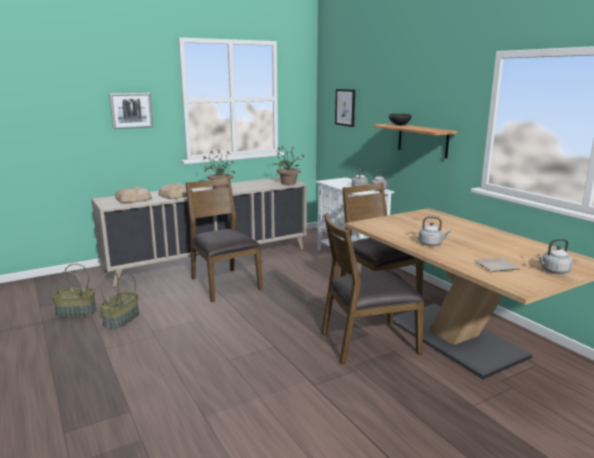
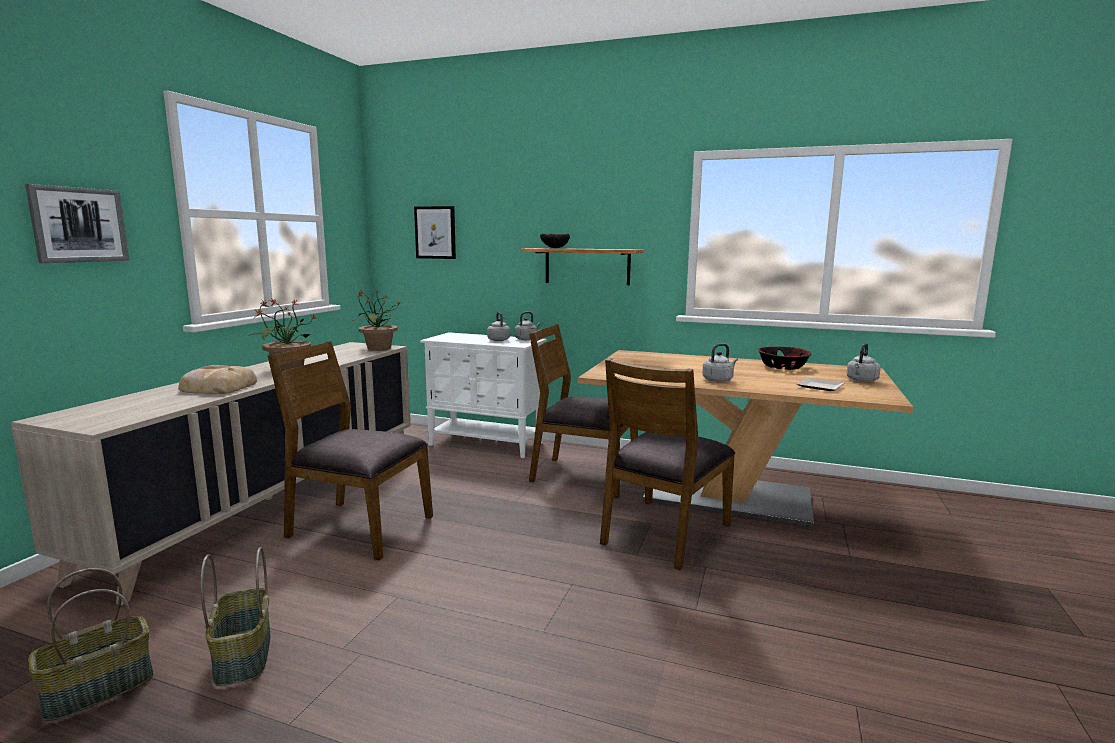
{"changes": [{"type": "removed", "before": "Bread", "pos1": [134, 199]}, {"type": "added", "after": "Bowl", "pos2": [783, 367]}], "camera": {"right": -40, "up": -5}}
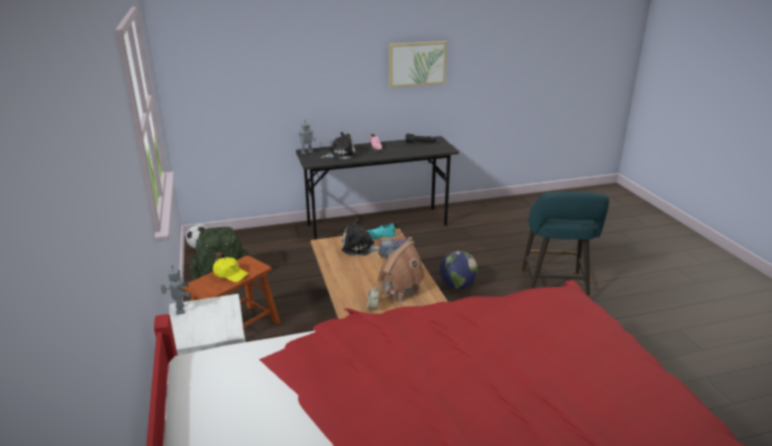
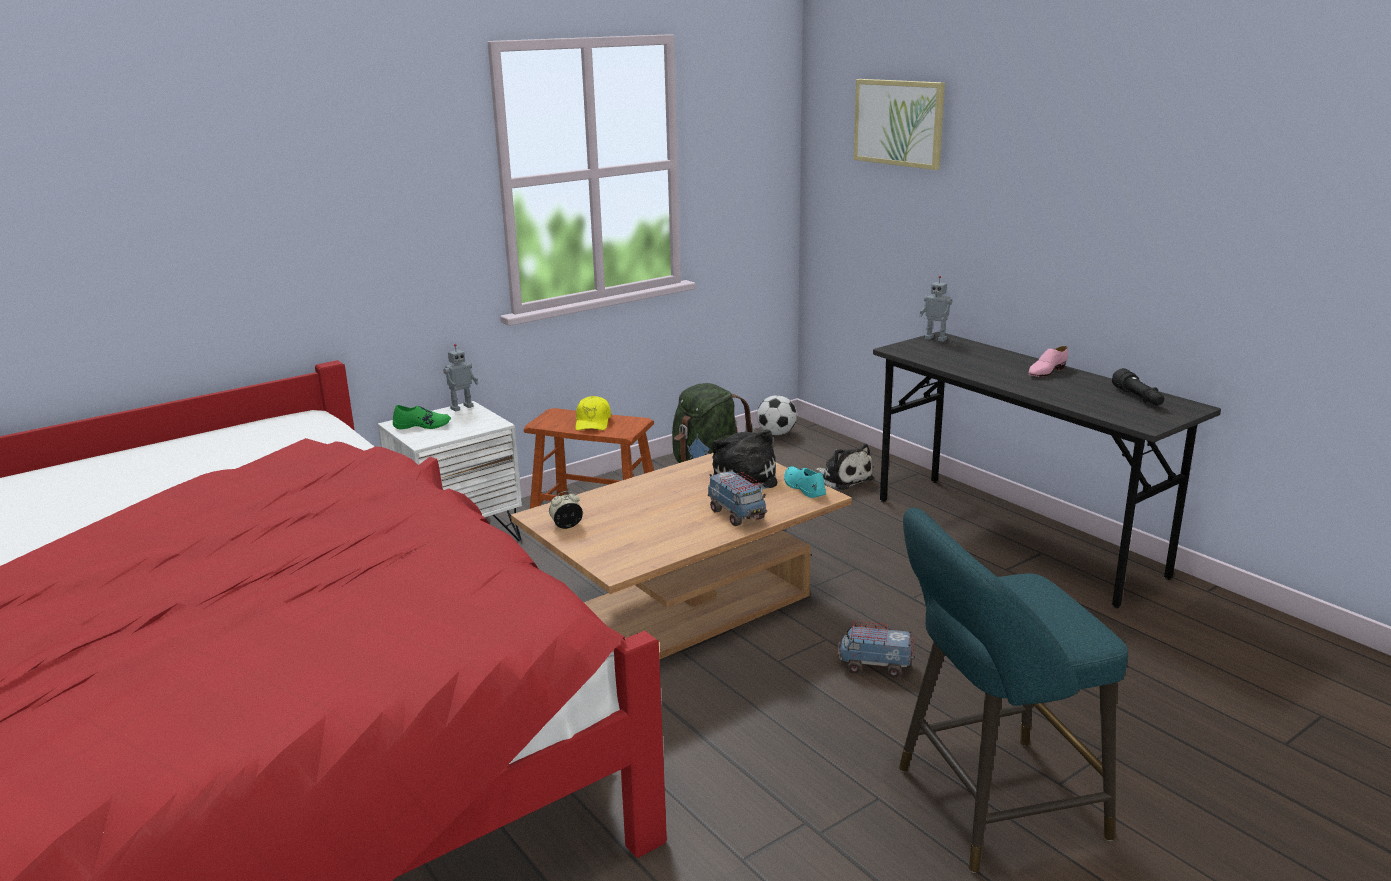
{"changes": [{"type": "moved", "before": "Picture", "pos1": [417, 64], "pos2": [899, 122]}, {"type": "moved", "before": "PlushToy", "pos1": [340, 154], "pos2": [843, 478]}, {"type": "removed", "before": "ToyHouse", "pos1": [399, 290]}, {"type": "replaced", "before": "Globe", "after": "ToyTruck", "pos1": [457, 286], "pos2": [874, 666]}, {"type": "added", "after": "GreenShoe", "pos2": [422, 425]}], "camera": {"right": 70, "up": -5}}
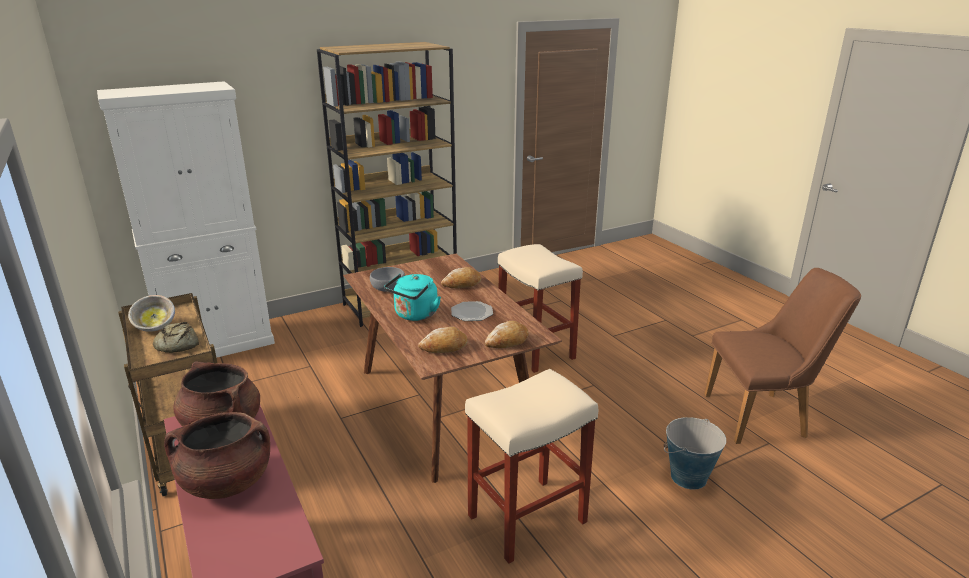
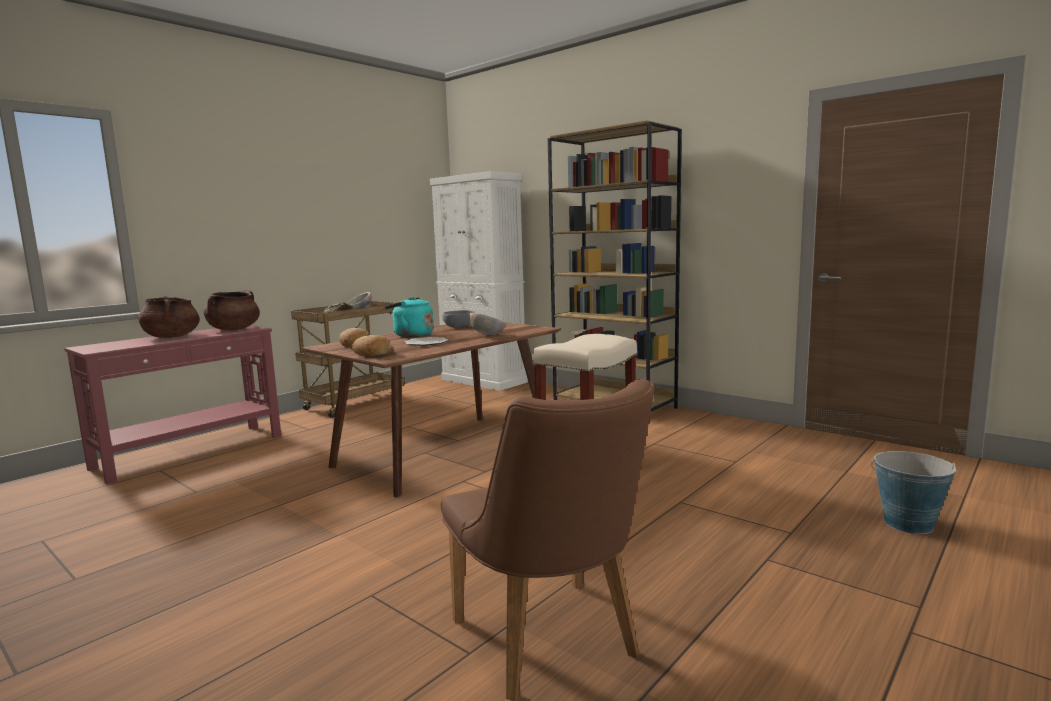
{"changes": [{"type": "replaced", "before": "Bread", "after": "Bowl", "pos1": [462, 284], "pos2": [487, 335]}, {"type": "removed", "before": "BeigeStool", "pos1": [526, 520]}, {"type": "moved", "before": "Bucket", "pos1": [688, 477], "pos2": [907, 523]}], "camera": {"right": 70, "up": -15}}
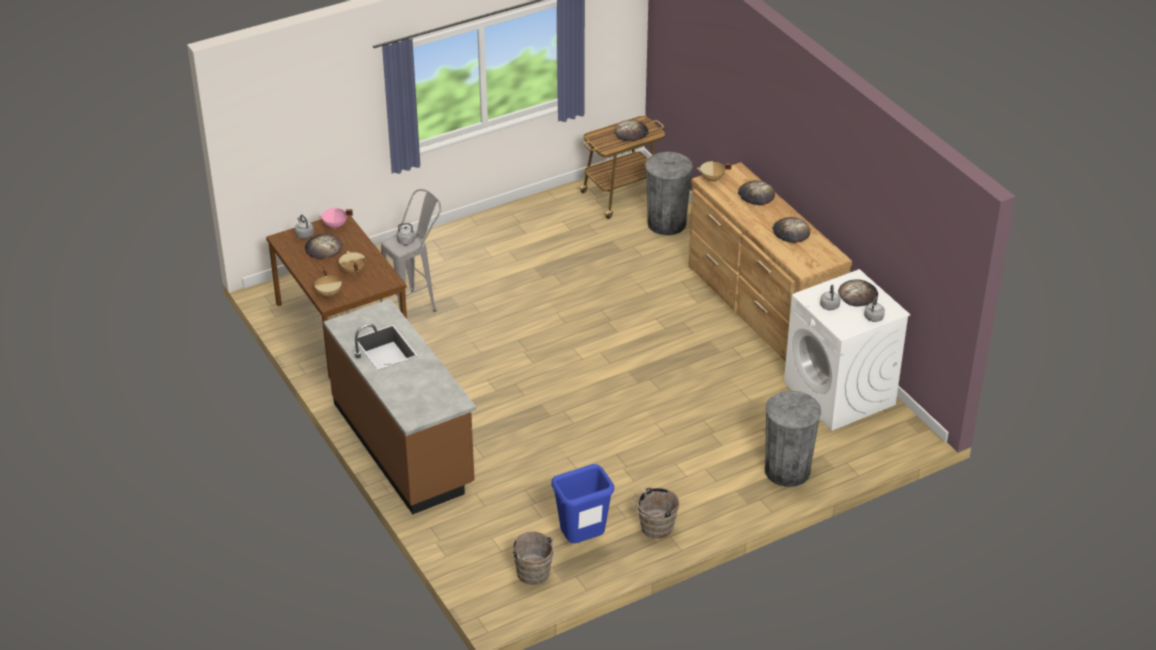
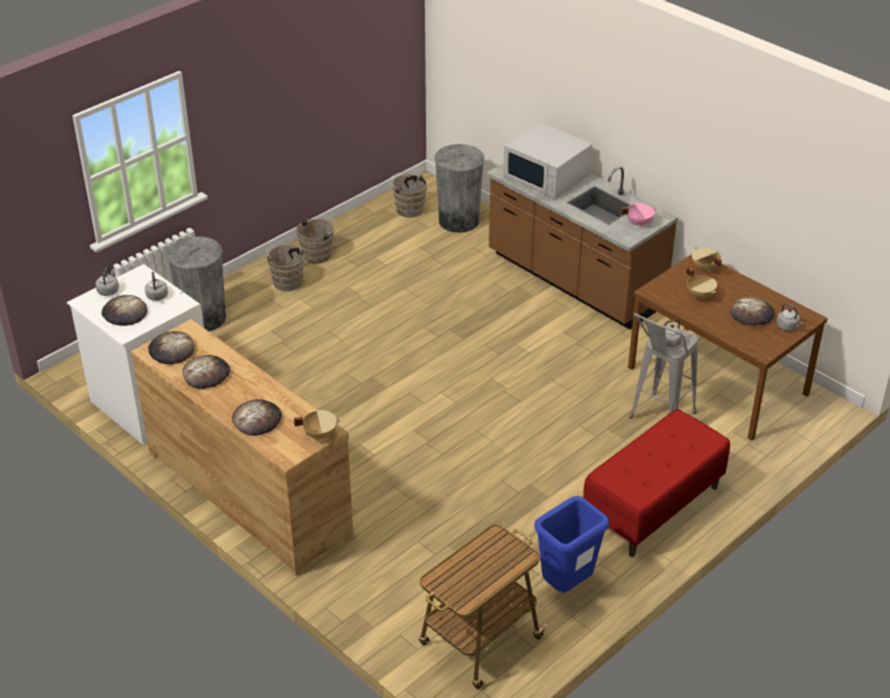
{"changes": [{"type": "moved", "before": "Bread", "pos1": [631, 133], "pos2": [172, 350]}, {"type": "moved", "before": "GreyTrashCan", "pos1": [666, 223], "pos2": [459, 221]}, {"type": "moved", "before": "PinkCookingPot", "pos1": [335, 226], "pos2": [638, 223]}, {"type": "moved", "before": "BlueTrashCan", "pos1": [582, 541], "pos2": [567, 586]}, {"type": "added", "after": "WhiteMicrowave", "pos2": [547, 176]}, {"type": "added", "after": "BrownBucket", "pos2": [287, 281]}, {"type": "added", "after": "RedBench", "pos2": [653, 507]}], "camera": {"right": 165, "up": 0}}
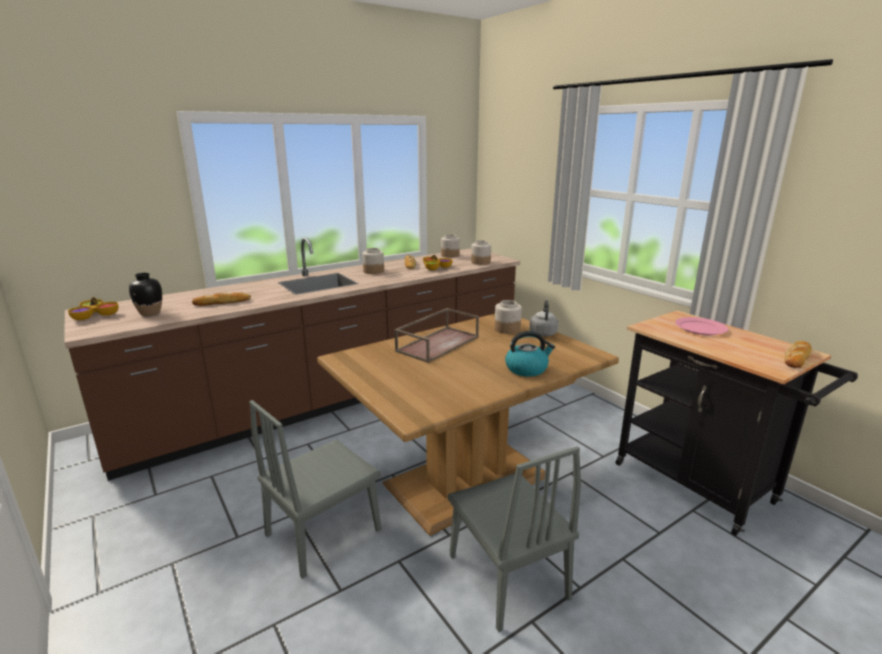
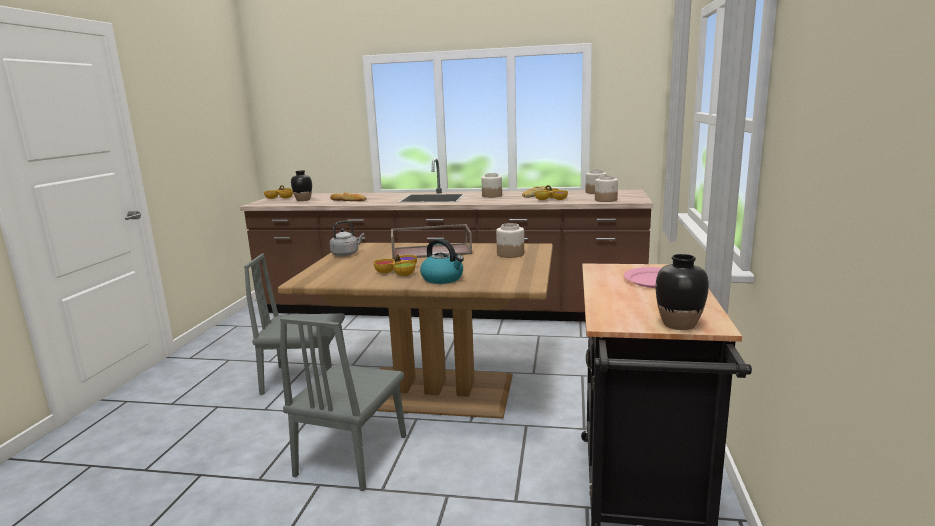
{"changes": [{"type": "moved", "before": "GreyKettle", "pos1": [543, 333], "pos2": [346, 254]}, {"type": "replaced", "before": "Bread", "after": "BlackVase", "pos1": [797, 357], "pos2": [678, 324]}, {"type": "added", "after": "Bowl", "pos2": [399, 271]}], "camera": {"right": 45, "up": -5}}
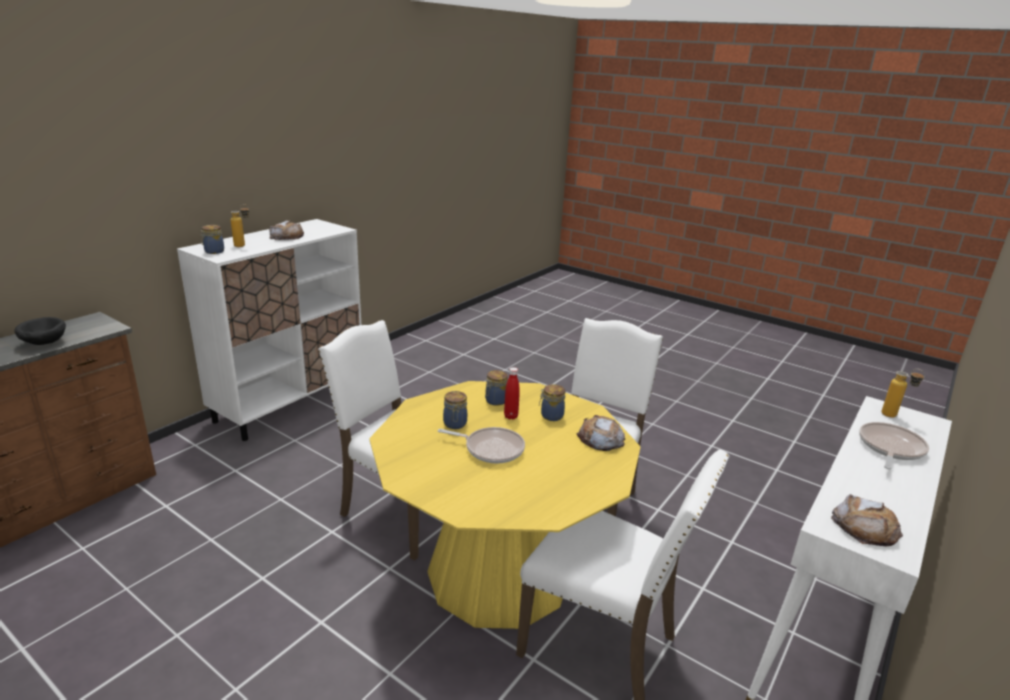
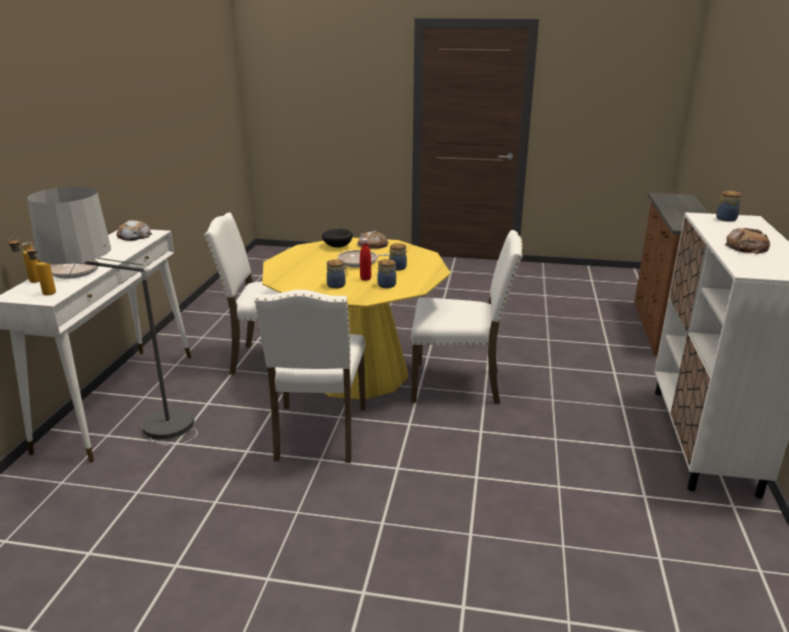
{"changes": [{"type": "moved", "before": "Bottle", "pos1": [243, 246], "pos2": [30, 281]}, {"type": "moved", "before": "BlackBowl", "pos1": [44, 343], "pos2": [337, 246]}, {"type": "moved", "before": "Bread", "pos1": [600, 439], "pos2": [373, 245]}, {"type": "added", "after": "FloorLamp", "pos2": [149, 451]}], "camera": {"right": 155, "up": 0}}
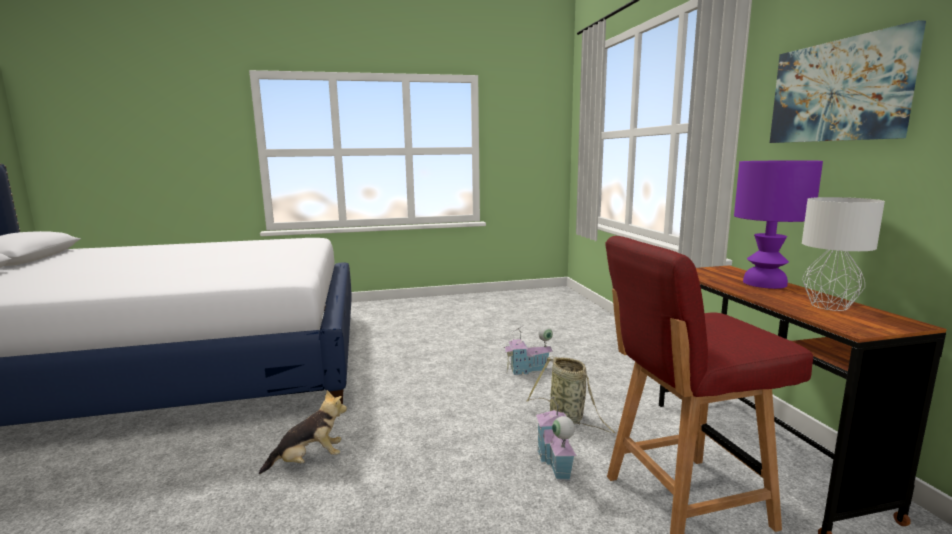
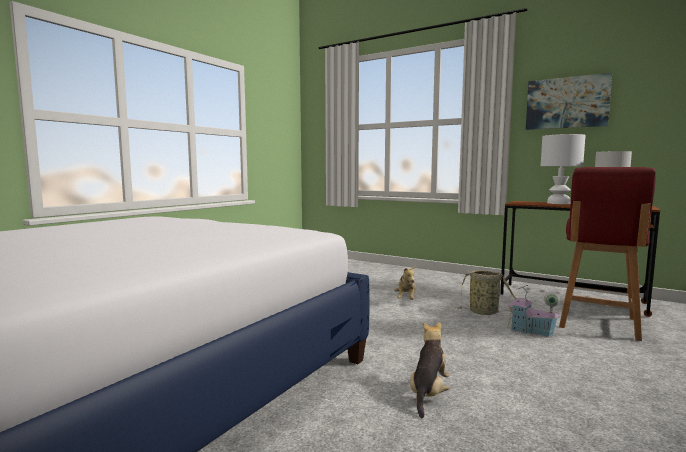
{"changes": [{"type": "recoloured", "before": "PurpleTableLamp", "after": "WhiteTableLamp", "pos1": [765, 283], "pos2": [558, 203]}, {"type": "replaced", "before": "ToyHouse", "after": "PlushToy", "pos1": [528, 369], "pos2": [406, 299]}], "camera": {"right": -45, "up": -5}}
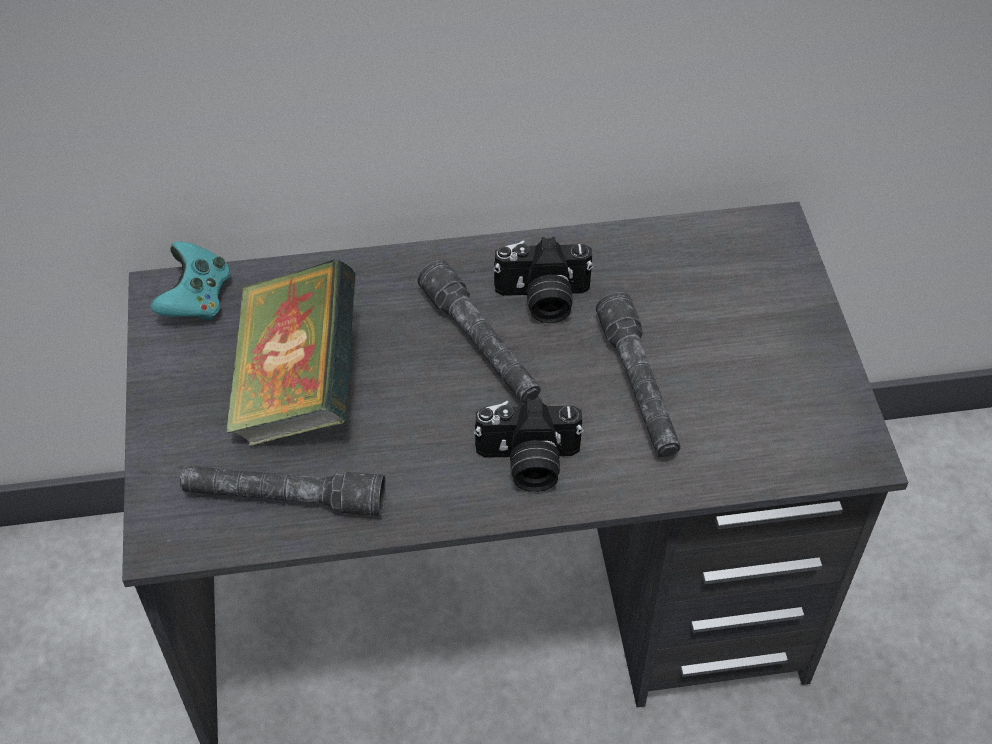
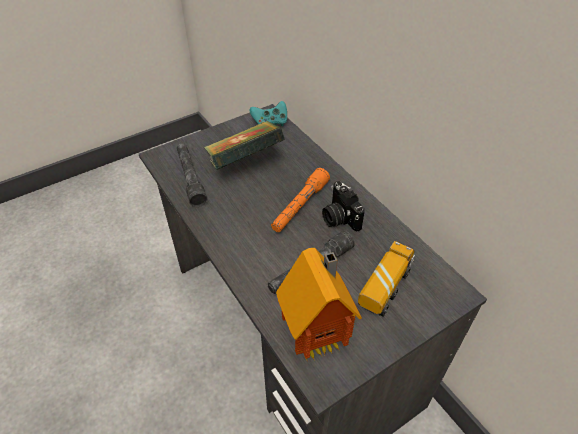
{"changes": [{"type": "recoloured", "before": "GreyFlashlight", "after": "OrangeFlashlight", "pos1": [481, 344], "pos2": [299, 206]}, {"type": "removed", "before": "PhotoCamera", "pos1": [528, 463]}, {"type": "added", "after": "ToyTruck", "pos2": [385, 287]}, {"type": "added", "after": "ToyHouse", "pos2": [317, 338]}], "camera": {"right": 65, "up": -5}}
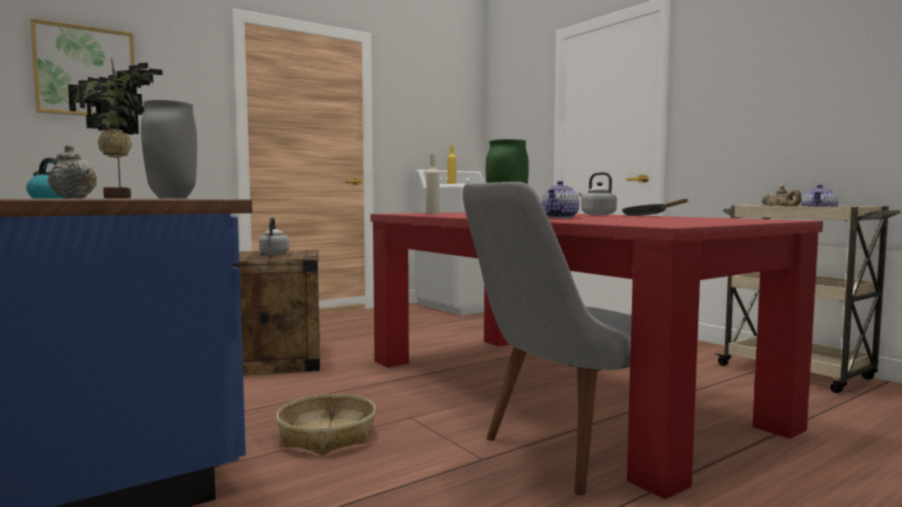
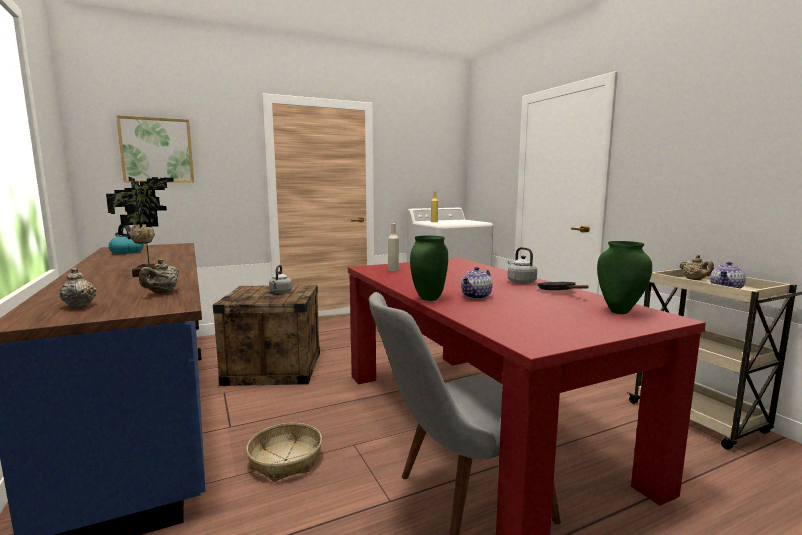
{"changes": [{"type": "replaced", "before": "GreyVase", "after": "BeigeTeapot", "pos1": [173, 198], "pos2": [162, 293]}, {"type": "added", "after": "GreenVase", "pos2": [619, 312]}], "camera": {"right": 10, "up": 5}}
